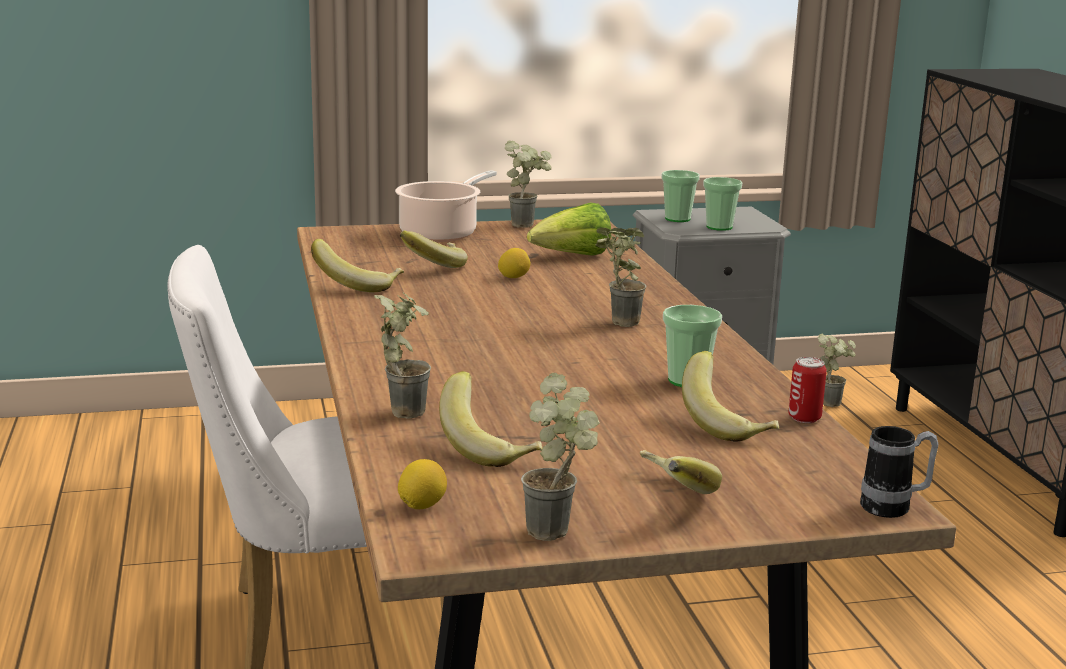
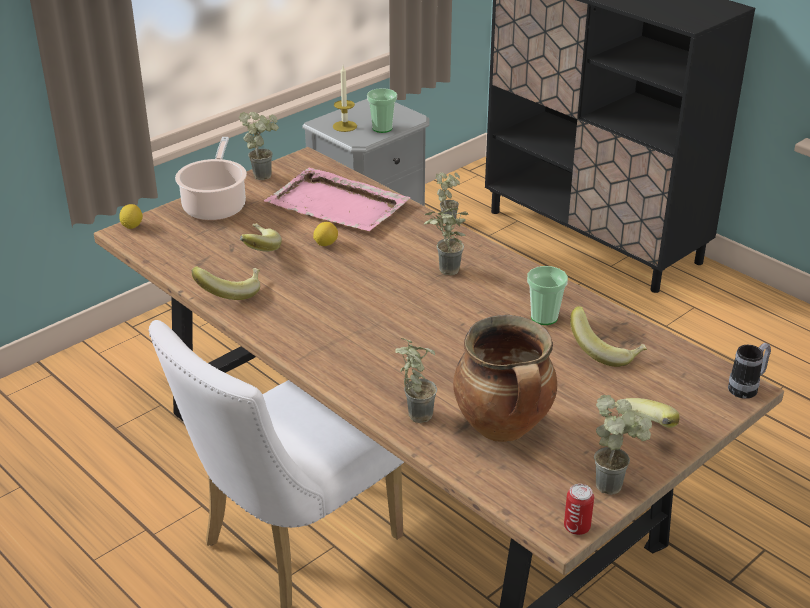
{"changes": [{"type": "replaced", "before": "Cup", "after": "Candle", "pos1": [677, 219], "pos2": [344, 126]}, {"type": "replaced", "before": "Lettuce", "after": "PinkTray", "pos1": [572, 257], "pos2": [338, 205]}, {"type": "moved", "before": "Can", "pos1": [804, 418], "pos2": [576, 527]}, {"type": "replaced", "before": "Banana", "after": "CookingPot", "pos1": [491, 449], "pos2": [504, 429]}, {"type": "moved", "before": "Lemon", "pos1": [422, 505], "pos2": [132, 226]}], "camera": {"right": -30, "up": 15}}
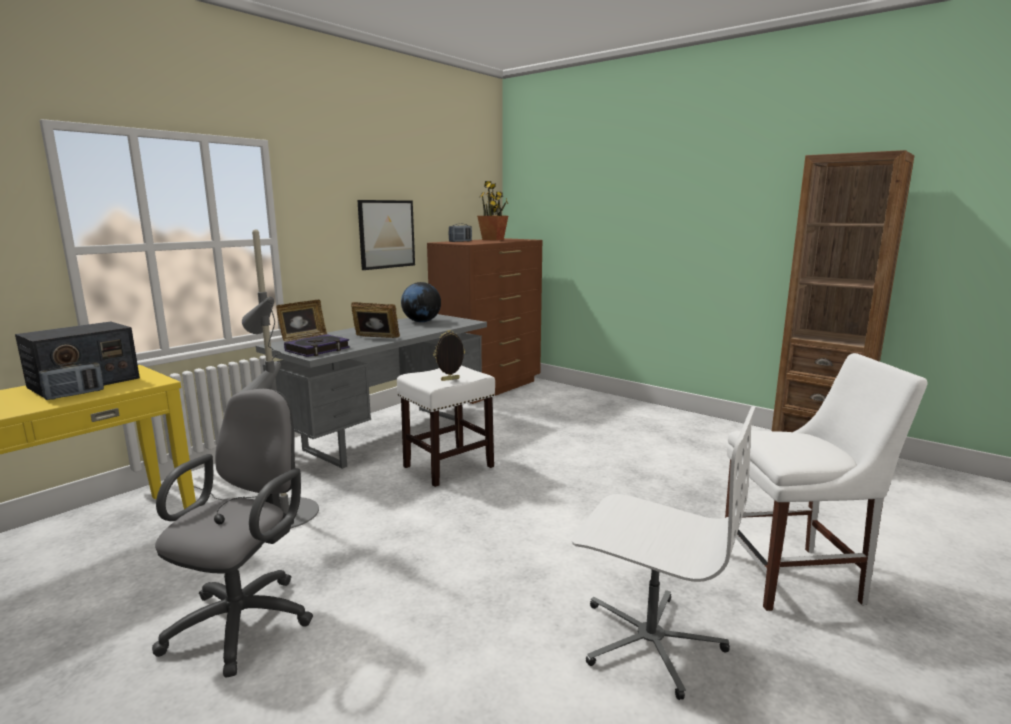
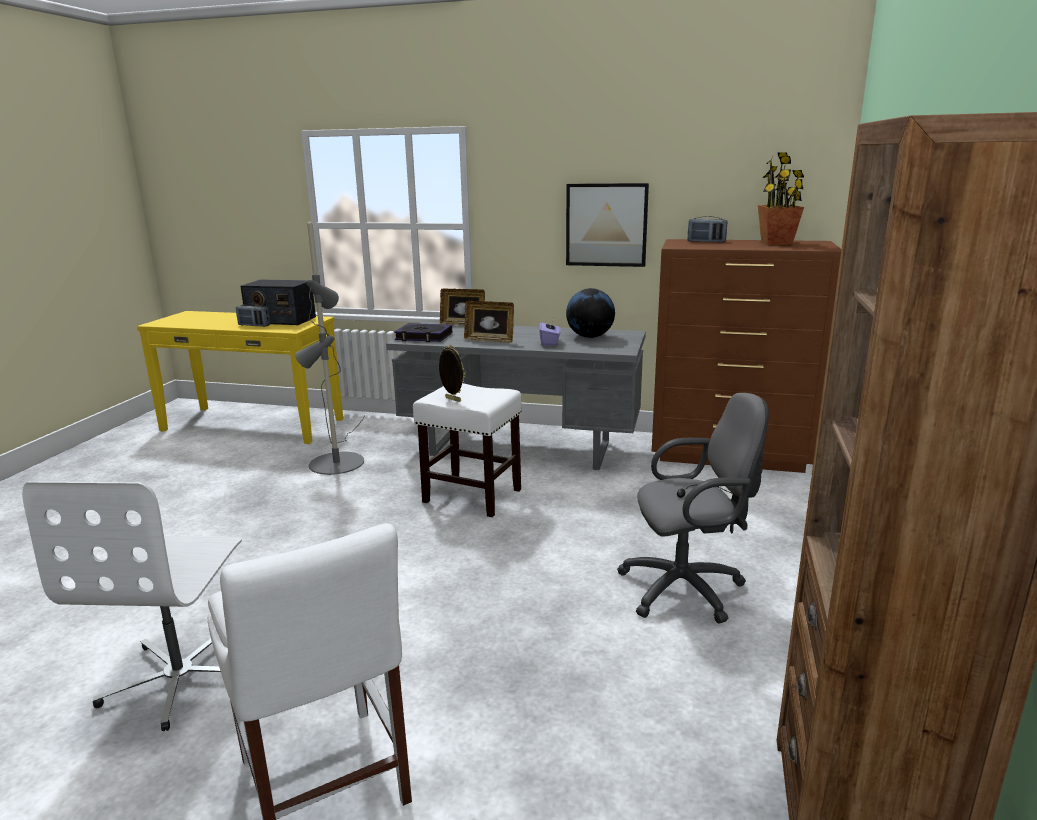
{"changes": [{"type": "turned", "before": "PictureFrame", "pos1": [375, 338], "pos2": [489, 340], "turn": 120}, {"type": "moved", "before": "GreyOfficeChair", "pos1": [246, 618], "pos2": [688, 589]}, {"type": "added", "after": "PurpleTissueBox", "pos2": [550, 342]}], "camera": {"right": 65, "up": 5}}
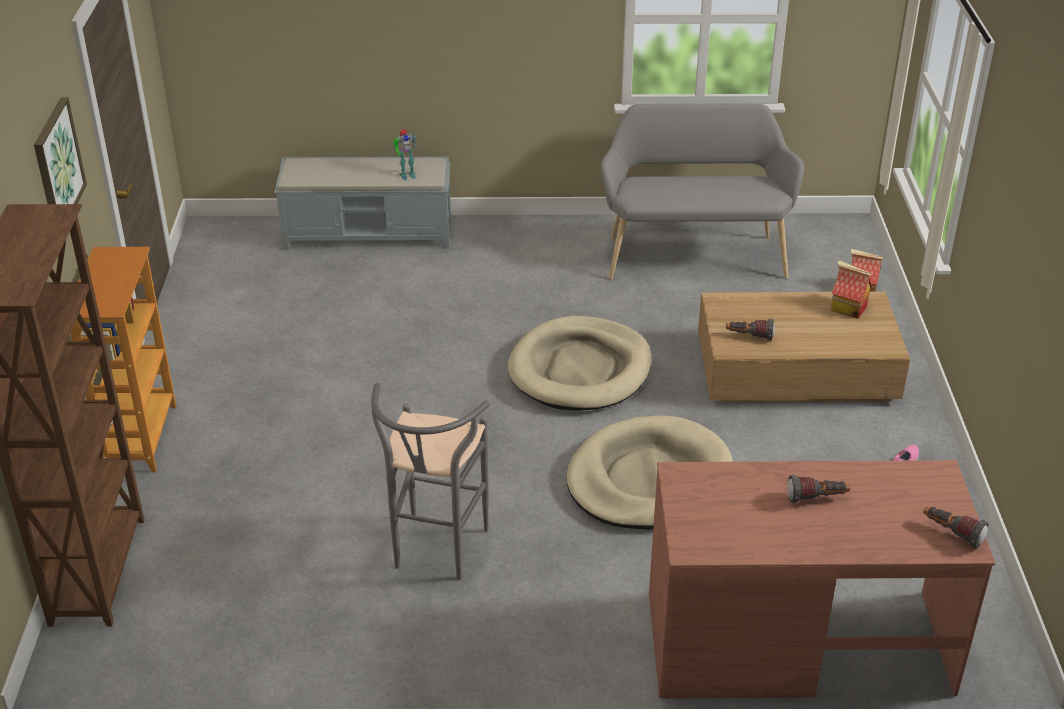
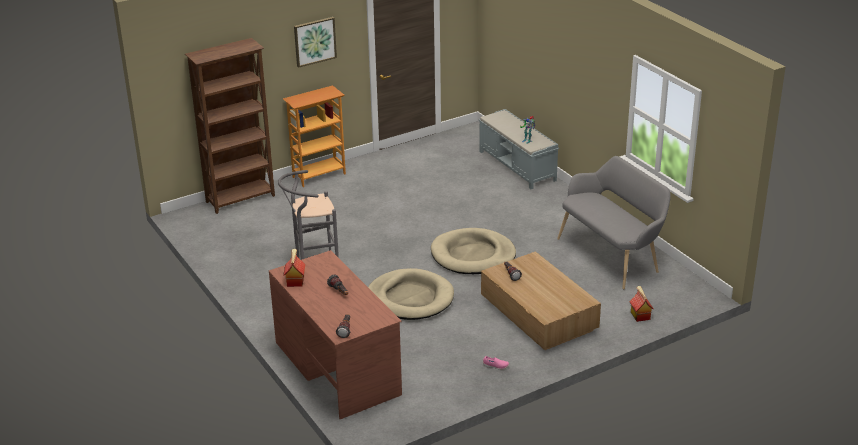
{"changes": [{"type": "moved", "before": "ToyHouse", "pos1": [847, 308], "pos2": [295, 281]}], "camera": {"right": 60, "up": -5}}
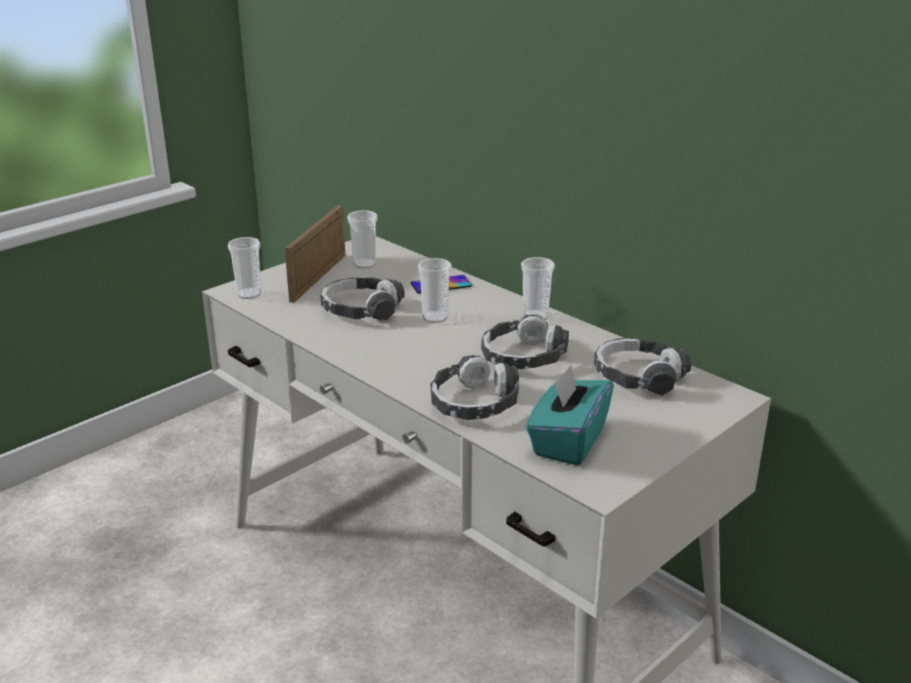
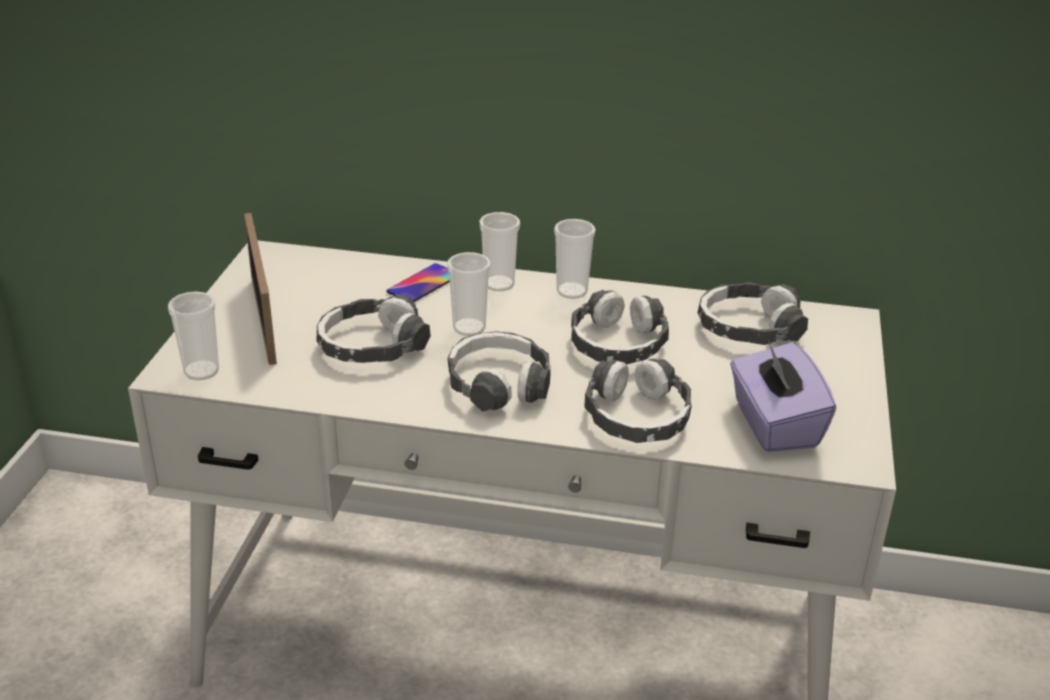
{"changes": [{"type": "moved", "before": "Cup", "pos1": [364, 264], "pos2": [499, 284]}, {"type": "recoloured", "before": "TurquoiseTissueBox", "after": "PurpleTissueBox", "pos1": [568, 441], "pos2": [774, 424]}, {"type": "added", "after": "Headphones", "pos2": [498, 383]}], "camera": {"right": -35, "up": 5}}
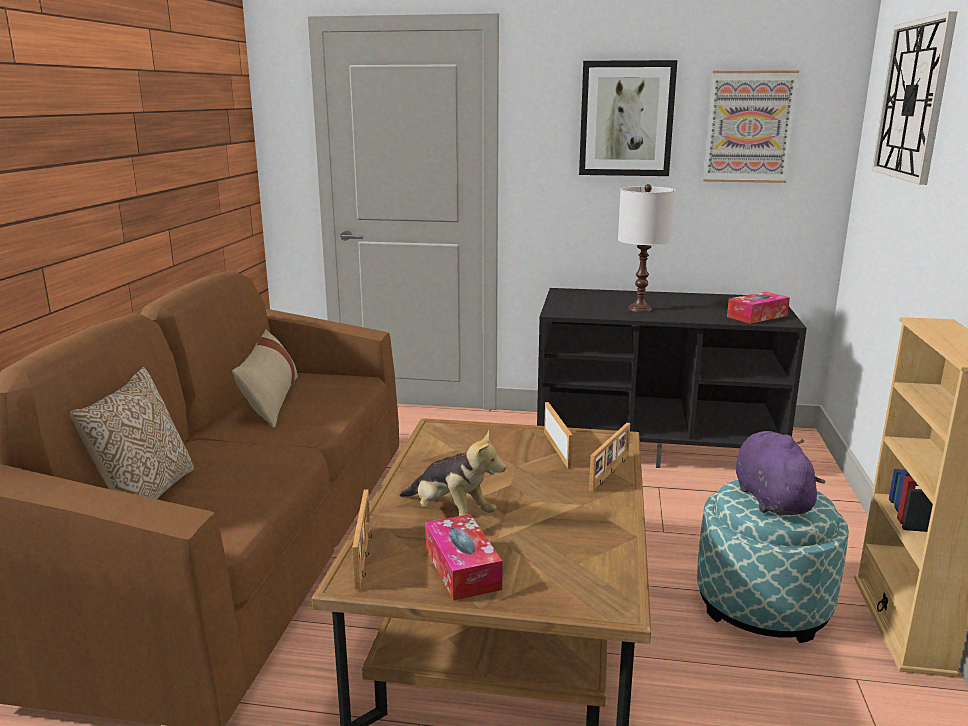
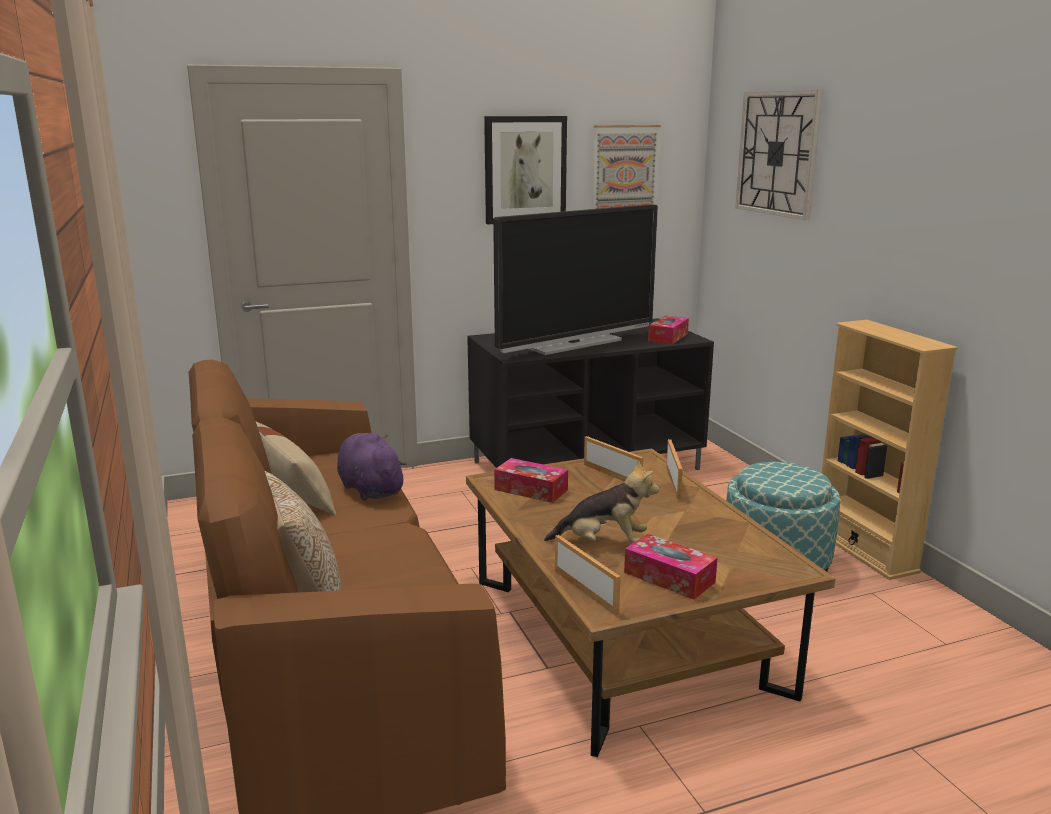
{"changes": [{"type": "replaced", "before": "WhiteTableLamp", "after": "Television", "pos1": [640, 309], "pos2": [574, 344]}, {"type": "moved", "before": "PurplePlushToy", "pos1": [770, 498], "pos2": [370, 489]}, {"type": "added", "after": "TissueBox", "pos2": [531, 490]}], "camera": {"right": -30, "up": 0}}
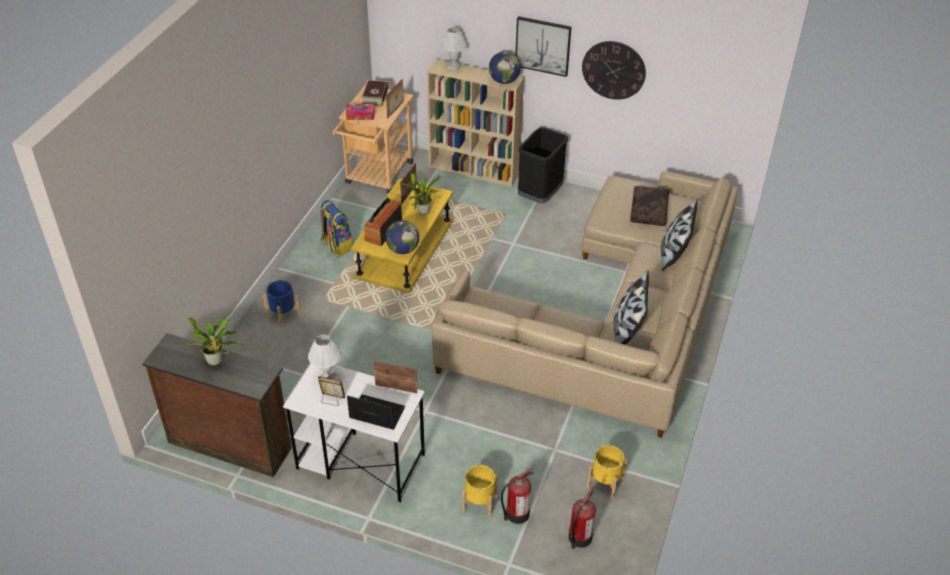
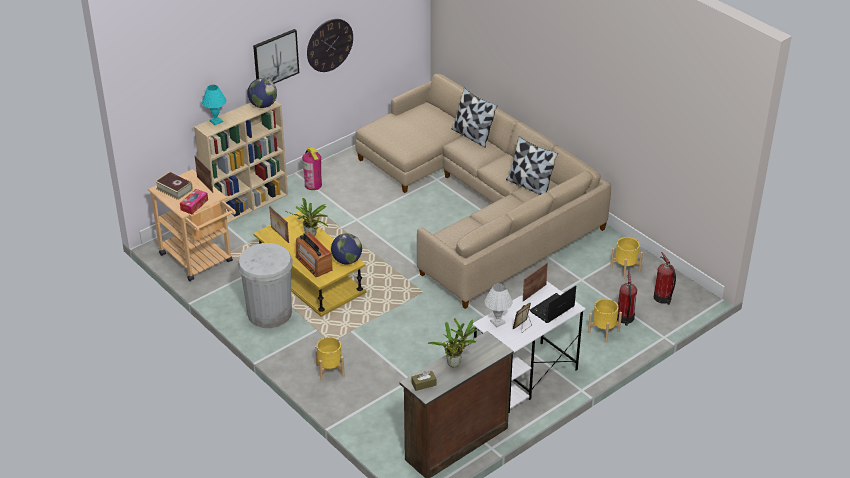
{"changes": [{"type": "recoloured", "before": "WhiteTableLamp", "after": "TurquoiseTableLamp", "pos1": [454, 66], "pos2": [216, 121]}, {"type": "replaced", "before": "BlackTrashCan", "after": "FireExtinguisher", "pos1": [540, 196], "pos2": [313, 185]}, {"type": "removed", "before": "BrownPillow", "pos1": [649, 211]}, {"type": "replaced", "before": "Backpack", "after": "WhiteTrashCan", "pos1": [336, 245], "pos2": [269, 313]}, {"type": "recoloured", "before": "BluePlanter", "after": "YellowPlanter", "pos1": [283, 315], "pos2": [330, 370]}, {"type": "added", "after": "BrownTissueBox", "pos2": [423, 384]}], "camera": {"right": -60, "up": -5}}
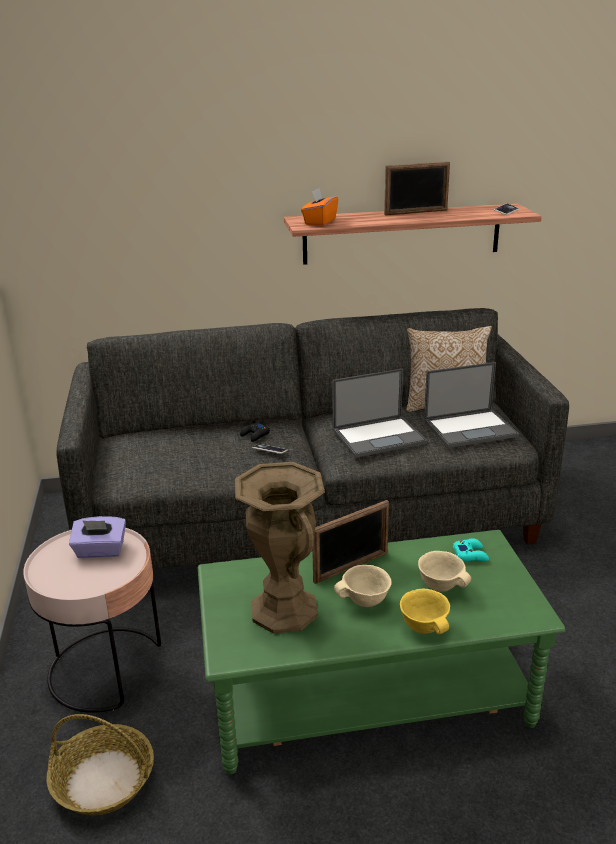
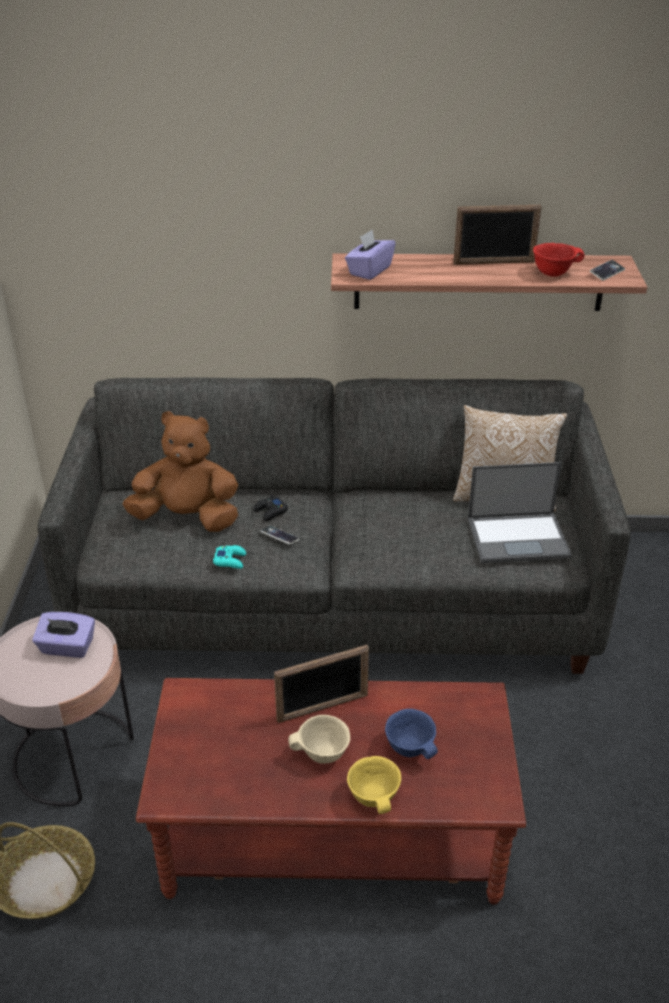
{"changes": [{"type": "recoloured", "before": "OrangeTissueBox", "after": "PurpleTissueBox", "pos1": [319, 222], "pos2": [369, 270]}, {"type": "removed", "before": "Laptop", "pos1": [379, 436]}, {"type": "removed", "before": "BrownVase", "pos1": [284, 610]}, {"type": "recoloured", "before": "GreenCoffeeTable", "after": "BrownCoffeeTable", "pos1": [369, 696], "pos2": [333, 836]}, {"type": "moved", "before": "TurquoiseGameController", "pos1": [470, 554], "pos2": [230, 560]}, {"type": "recoloured", "before": "BeigeBowl", "after": "BlueBowl", "pos1": [441, 586], "pos2": [411, 748]}, {"type": "added", "after": "RedBowl", "pos2": [553, 273]}, {"type": "added", "after": "BrownPlushToy", "pos2": [187, 518]}], "camera": {"right": 10, "up": 10}}
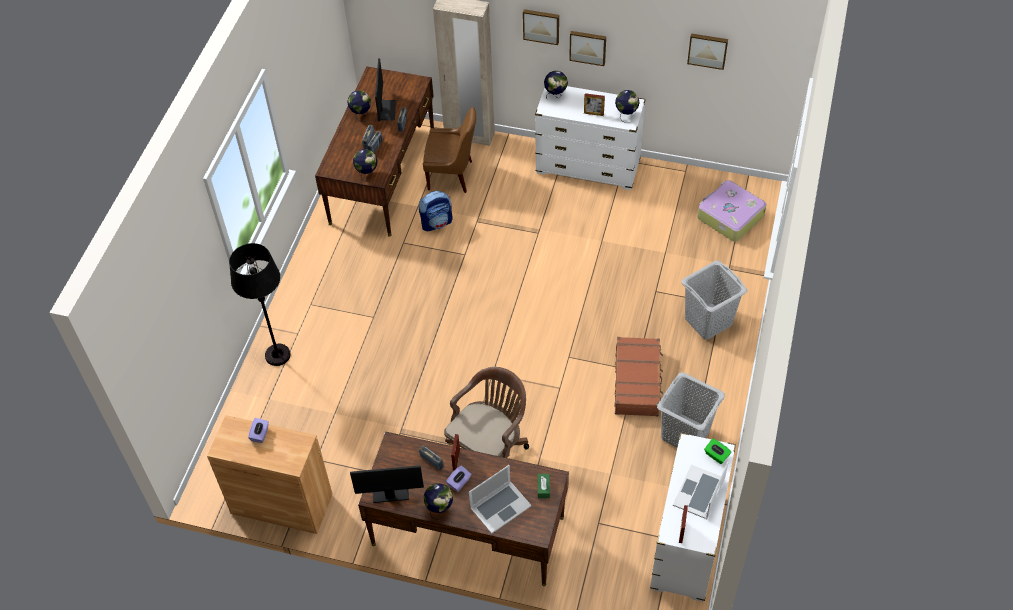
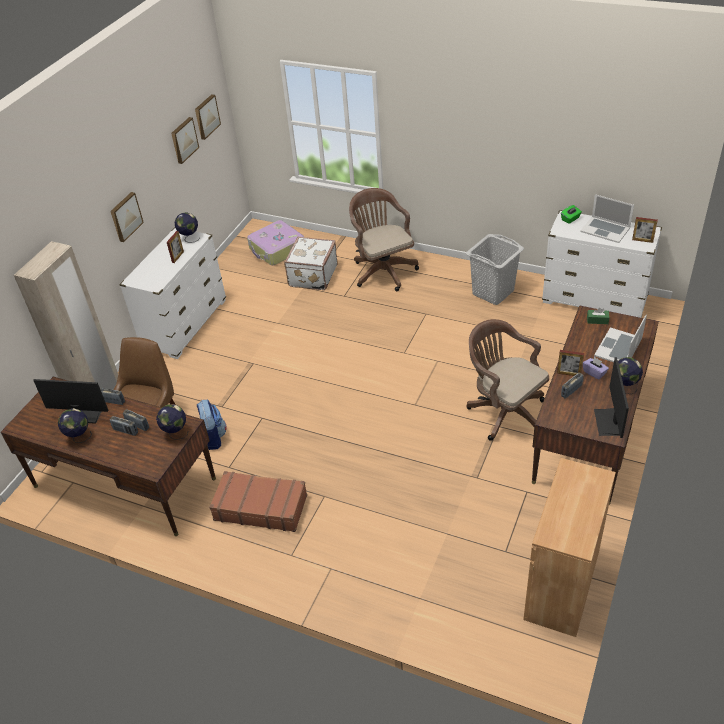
{"changes": [{"type": "moved", "before": "Picture", "pos1": [541, 25], "pos2": [206, 116]}, {"type": "removed", "before": "Globe", "pos1": [555, 95]}, {"type": "removed", "before": "BlackFloorLamp", "pos1": [277, 355]}, {"type": "replaced", "before": "GreyLaundryBasket", "after": "BrownOfficeChair", "pos1": [708, 321], "pos2": [383, 270]}, {"type": "moved", "before": "BrownSuitcase", "pos1": [637, 381], "pos2": [260, 507]}, {"type": "removed", "before": "PurpleTissueBox", "pos1": [260, 434]}, {"type": "turned", "before": "Laptop", "pos1": [500, 506], "pos2": [618, 347], "turn": -120}, {"type": "added", "after": "WhiteSuitcase", "pos2": [312, 276]}], "camera": {"right": -80, "up": -10}}
